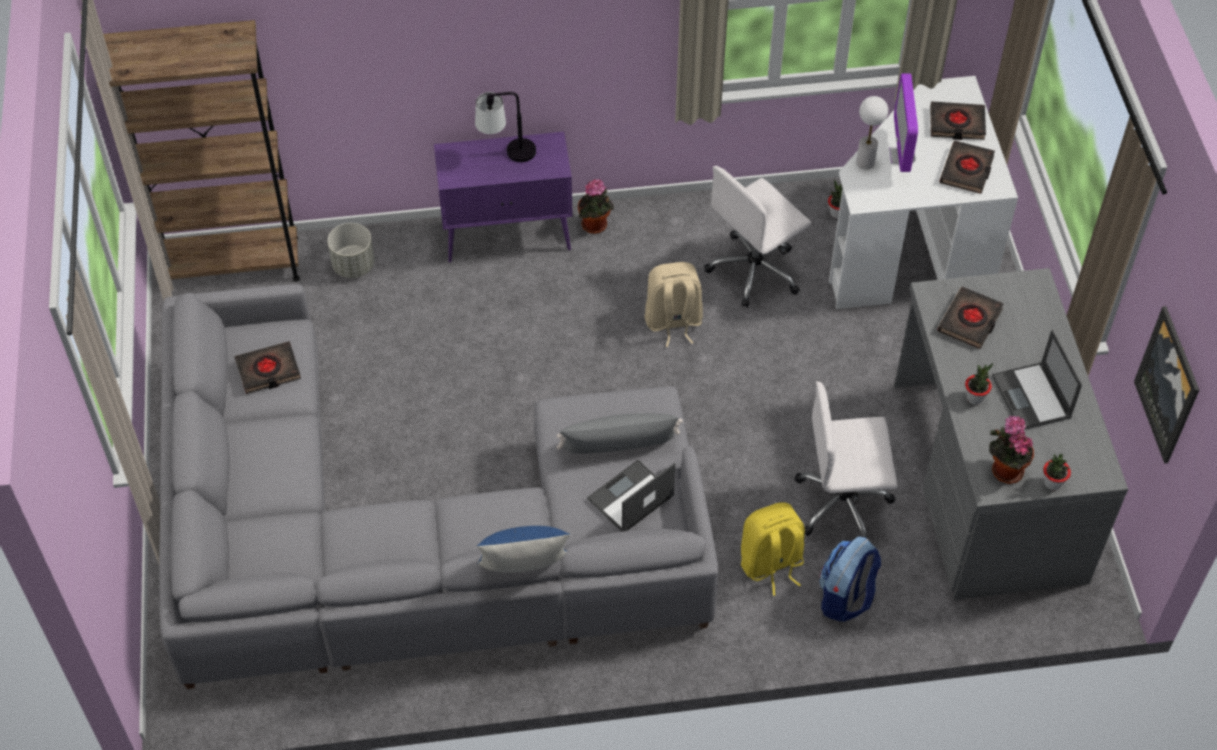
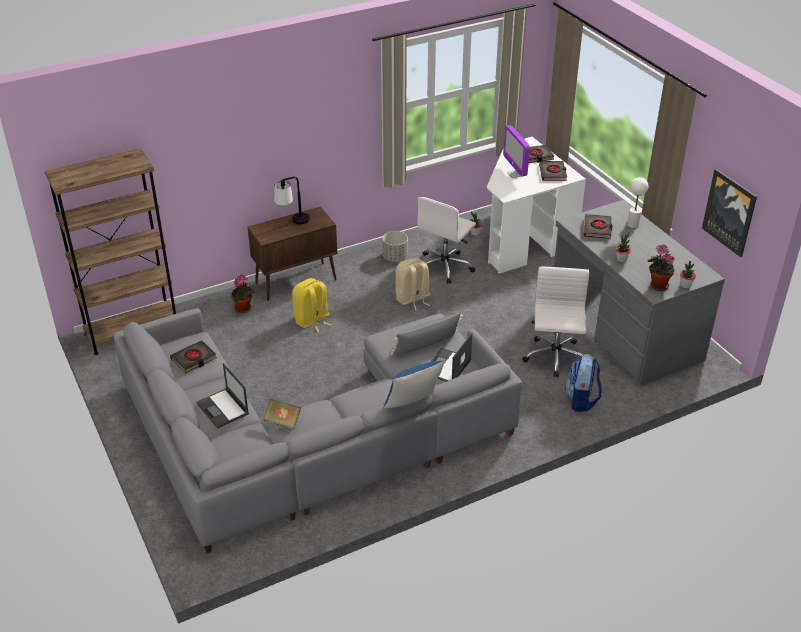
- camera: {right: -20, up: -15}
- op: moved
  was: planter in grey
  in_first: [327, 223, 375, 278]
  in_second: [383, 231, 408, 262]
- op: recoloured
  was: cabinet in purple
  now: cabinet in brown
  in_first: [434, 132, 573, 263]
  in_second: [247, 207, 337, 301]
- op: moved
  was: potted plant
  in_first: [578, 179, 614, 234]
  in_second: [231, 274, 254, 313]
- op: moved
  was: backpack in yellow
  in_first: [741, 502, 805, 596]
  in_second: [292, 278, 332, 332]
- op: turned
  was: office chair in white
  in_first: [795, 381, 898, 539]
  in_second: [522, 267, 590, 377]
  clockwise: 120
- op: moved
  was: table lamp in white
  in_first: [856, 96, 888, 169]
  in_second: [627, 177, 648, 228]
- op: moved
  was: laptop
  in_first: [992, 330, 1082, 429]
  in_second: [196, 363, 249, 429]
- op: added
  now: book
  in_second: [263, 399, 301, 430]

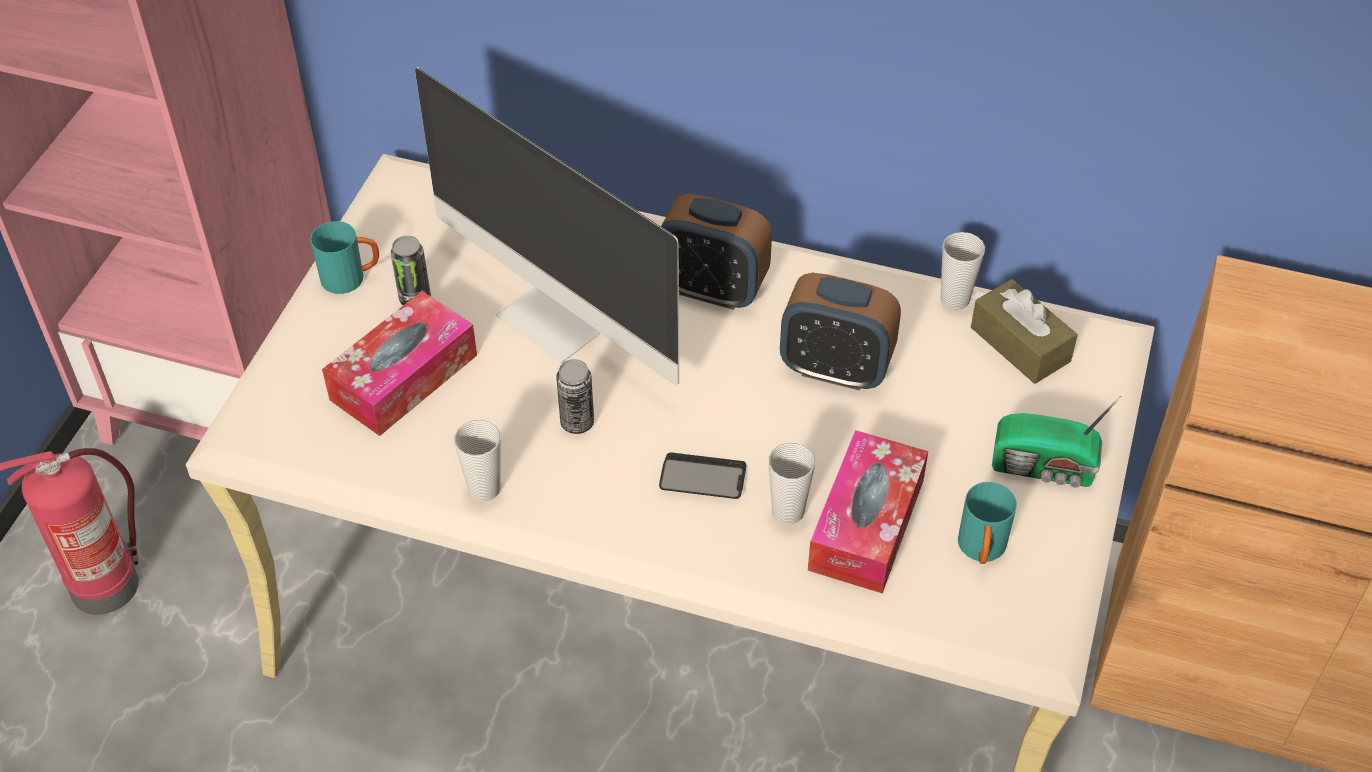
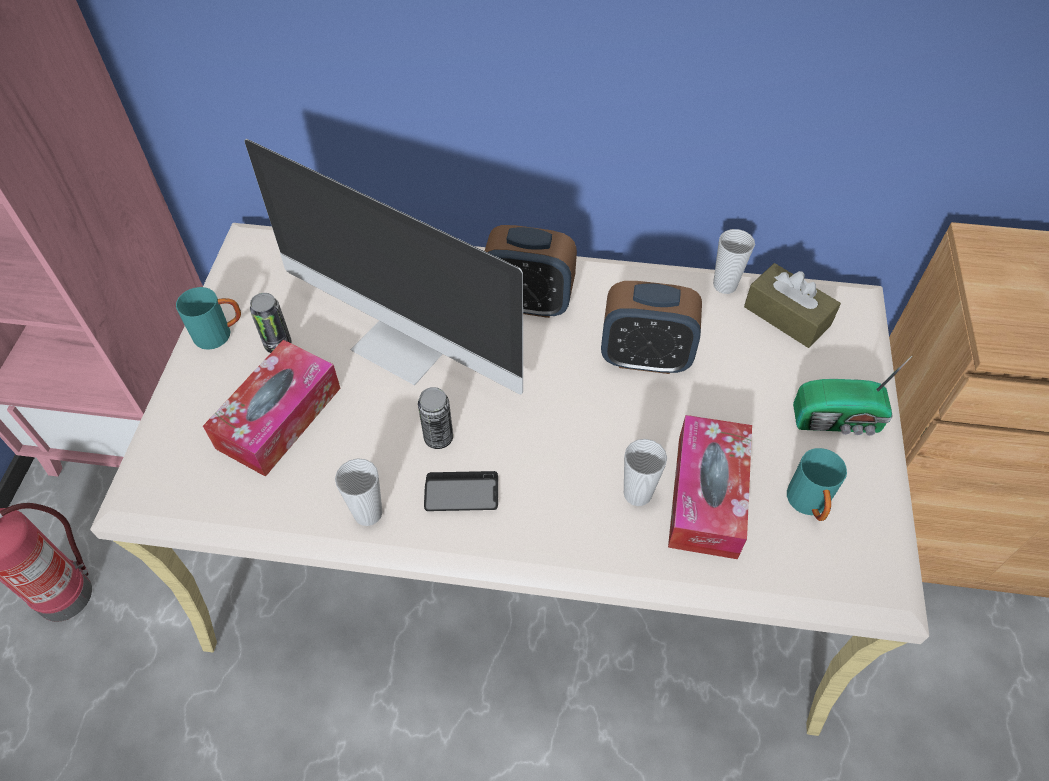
- camera: {right: -10, up: 5}
- op: moved
  was: phone
  in_first: [659, 452, 746, 499]
  in_second: [424, 471, 498, 511]

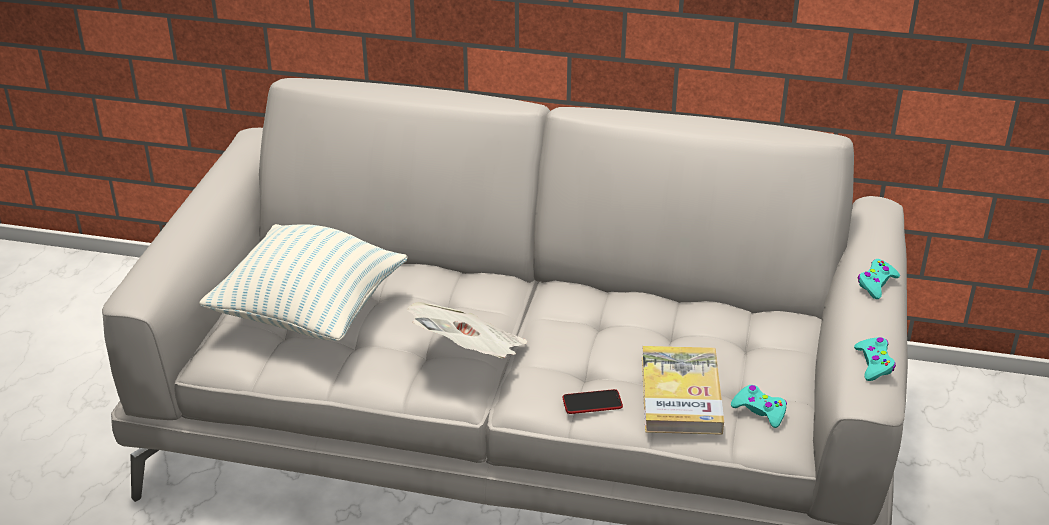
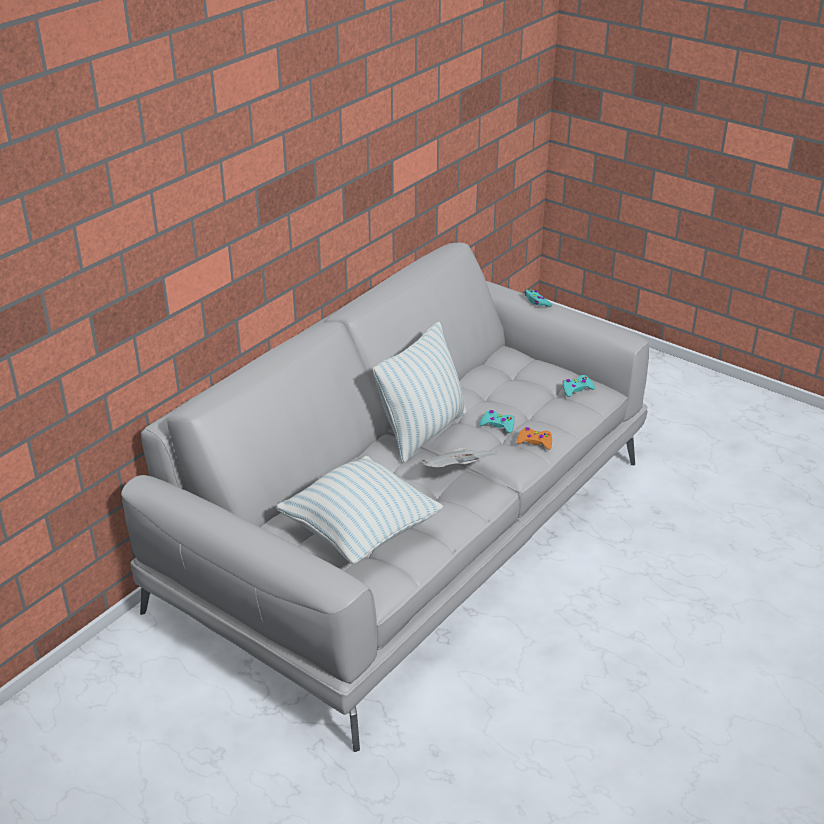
- camera: {right: -65, up: 0}
- op: replaced
  was: phone
  now: game controller in orange
  in_first: [562, 389, 623, 414]
  in_second: [517, 427, 552, 450]
- op: removed
  was: book
  in_first: [642, 346, 724, 435]
- op: moved
  was: game controller in turquoise
  in_first: [854, 337, 896, 381]
  in_second: [480, 410, 514, 433]
- op: added
  now: pillow
  in_second: [373, 322, 466, 463]

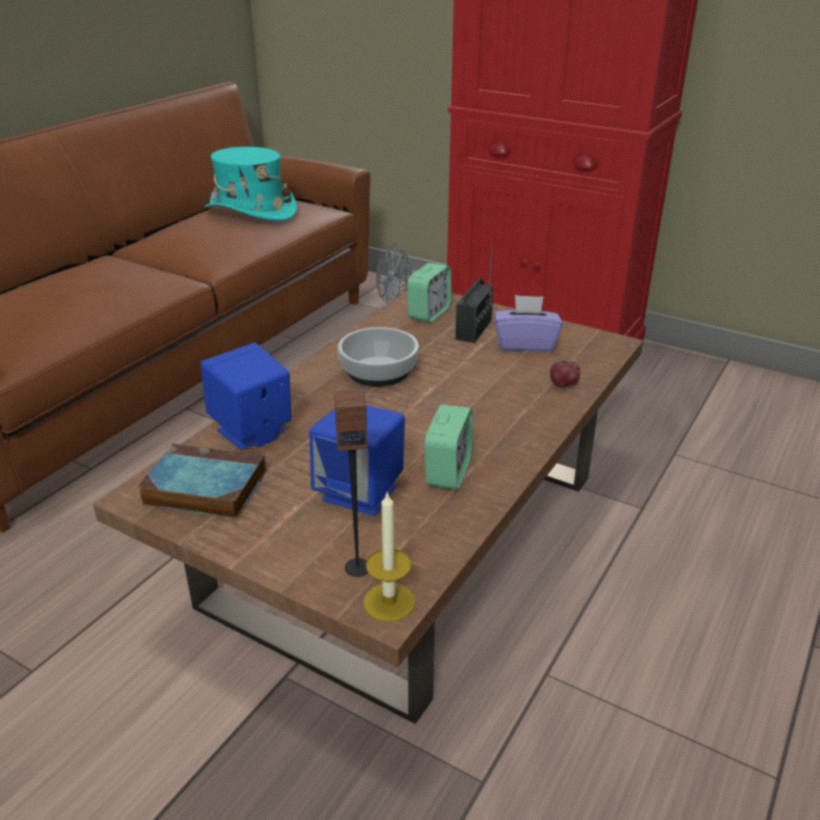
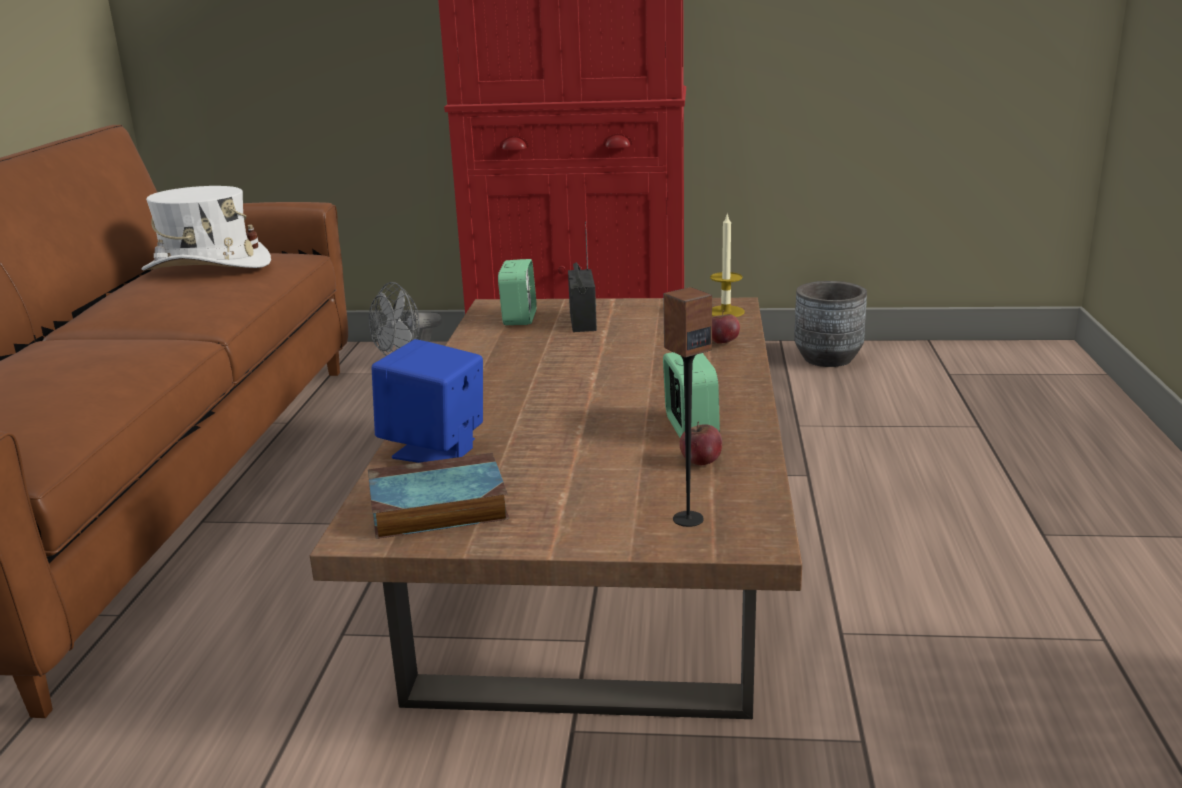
- camera: {right: -25, up: -10}
- op: recoloured
  was: hat in turquoise
  now: hat in white
  in_first: [204, 147, 297, 221]
  in_second: [141, 186, 271, 271]
- op: removed
  was: speaker in blue
  in_first: [309, 405, 405, 516]
- op: removed
  was: bowl
  in_first: [337, 327, 419, 387]
- op: moved
  was: candle
  in_first: [363, 491, 415, 622]
  in_second: [710, 214, 745, 317]
- op: removed
  was: tissue box in purple
  in_first: [495, 295, 562, 352]
- op: added
  now: apple
  in_second: [679, 422, 722, 465]
- op: added
  now: planter in grey
  in_second: [794, 281, 867, 367]

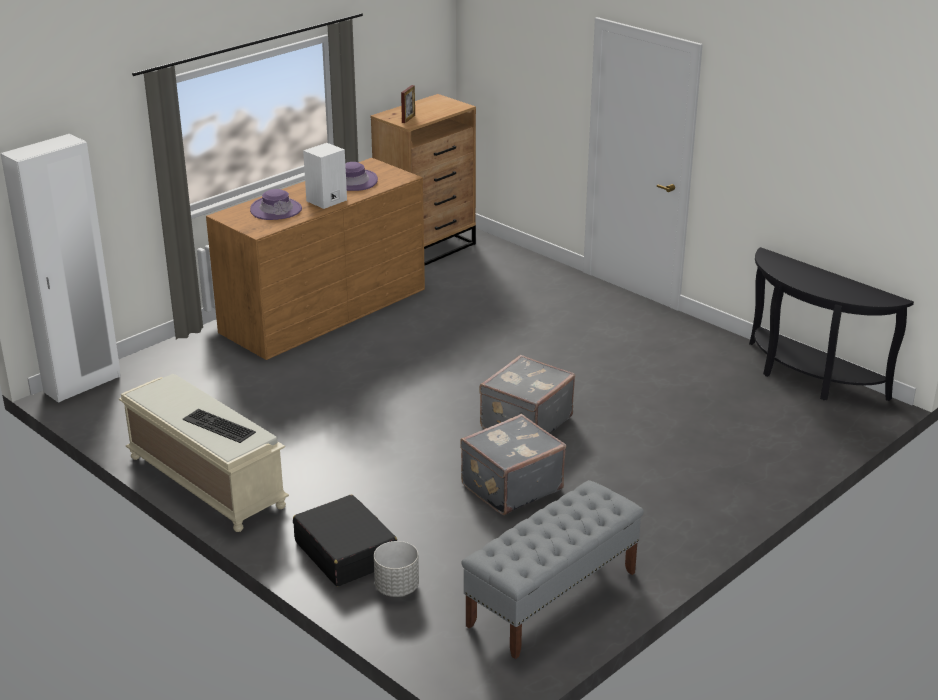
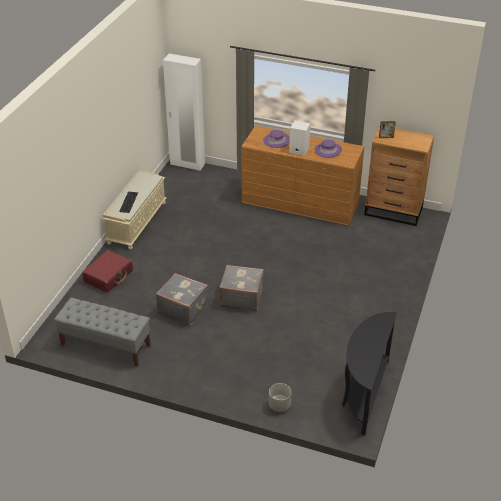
- camera: {right: 65, up: 10}
- op: recoloured
  was: suitcase in black
  now: suitcase in red
  in_first: [293, 495, 397, 586]
  in_second: [82, 250, 133, 293]
- op: moved
  was: planter in grey
  in_first: [374, 541, 419, 597]
  in_second: [269, 383, 292, 412]

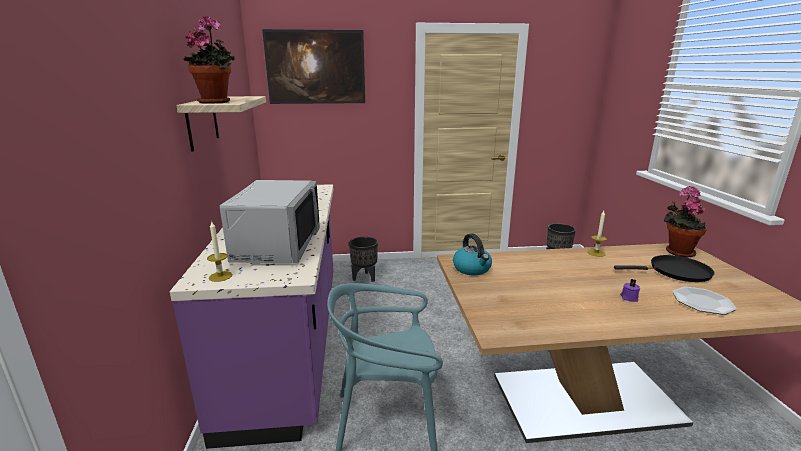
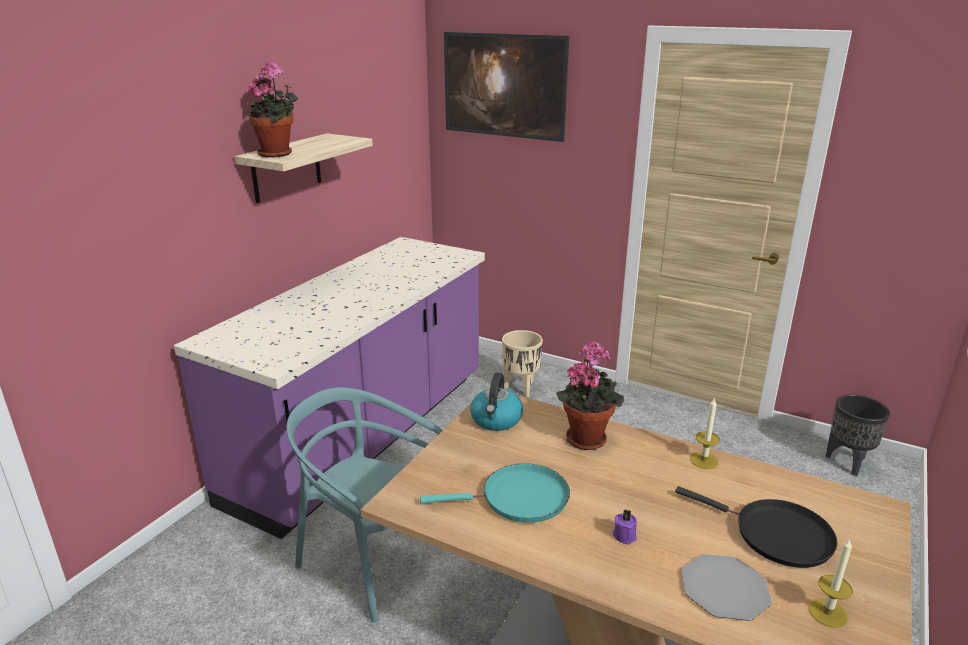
- camera: {right: 35, up: 5}
- op: moved
  was: candle
  in_first: [207, 220, 232, 282]
  in_second: [809, 537, 853, 628]
- op: removed
  was: microwave in grey
  in_first: [220, 180, 320, 263]
- op: recoloured
  was: planter in black
  now: planter in beige
  in_first: [349, 237, 378, 282]
  in_second: [502, 330, 543, 397]
- op: moved
  was: potted plant
  in_first: [664, 186, 707, 257]
  in_second: [556, 342, 624, 450]
- op: added
  now: frying pan in turquoise
  in_second: [420, 463, 570, 523]

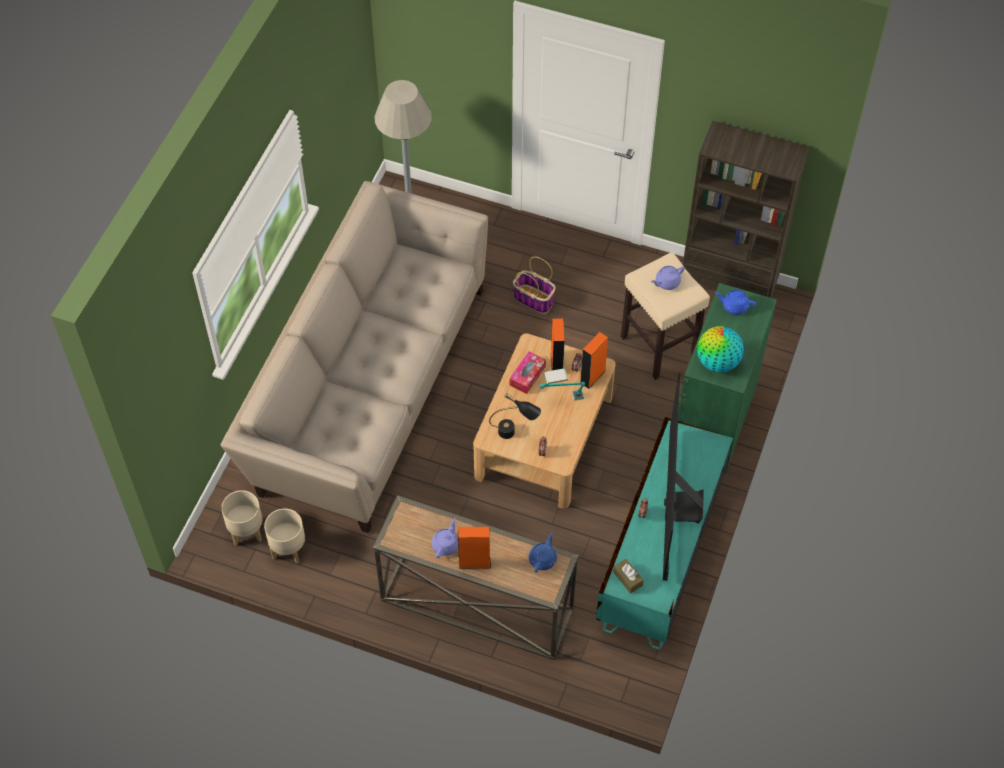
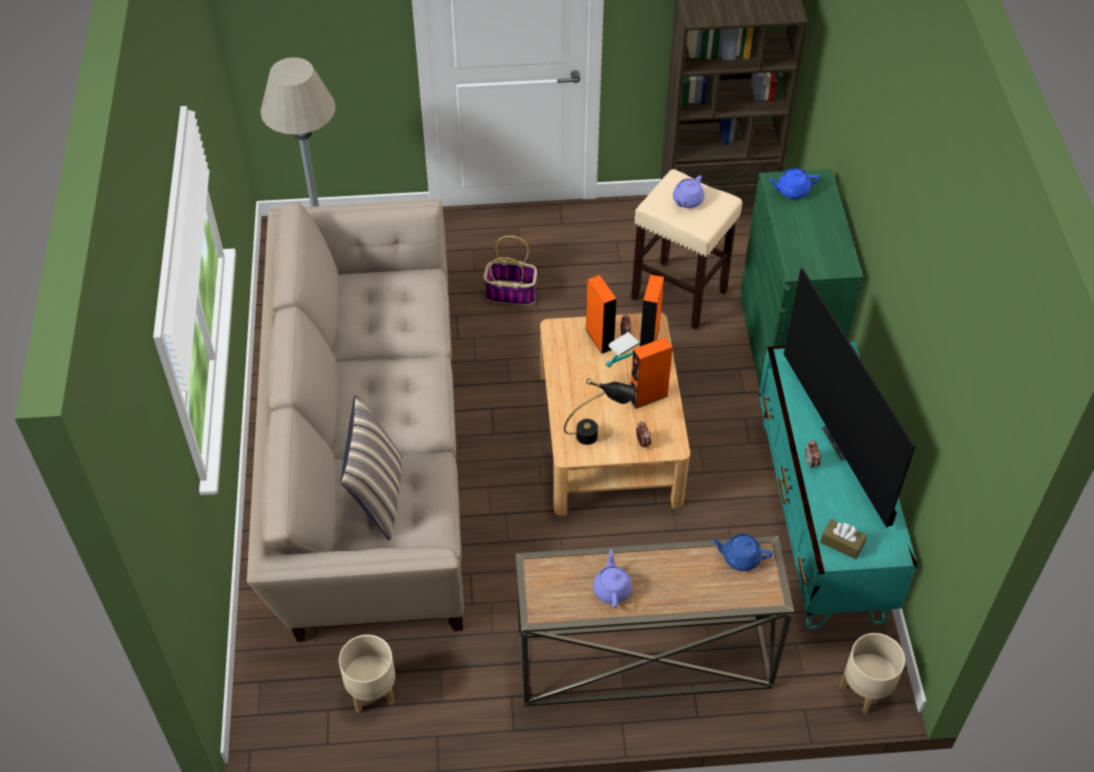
- camera: {right: -25, up: -5}
- op: moved
  was: planter in beige
  in_first: [221, 490, 262, 545]
  in_second: [840, 633, 905, 714]
- op: moved
  was: speaker in orange
  in_first: [458, 526, 491, 569]
  in_second: [630, 337, 673, 409]
- op: removed
  was: tissue box
  in_first: [510, 352, 546, 394]
- op: turned
  was: teapot in blue
  in_first: [529, 532, 557, 573]
  in_second: [711, 534, 772, 571]
  clockwise: -75
- op: removed
  was: globe
  in_first: [697, 326, 744, 373]
- op: added
  now: pillow
  in_second: [340, 394, 402, 540]

